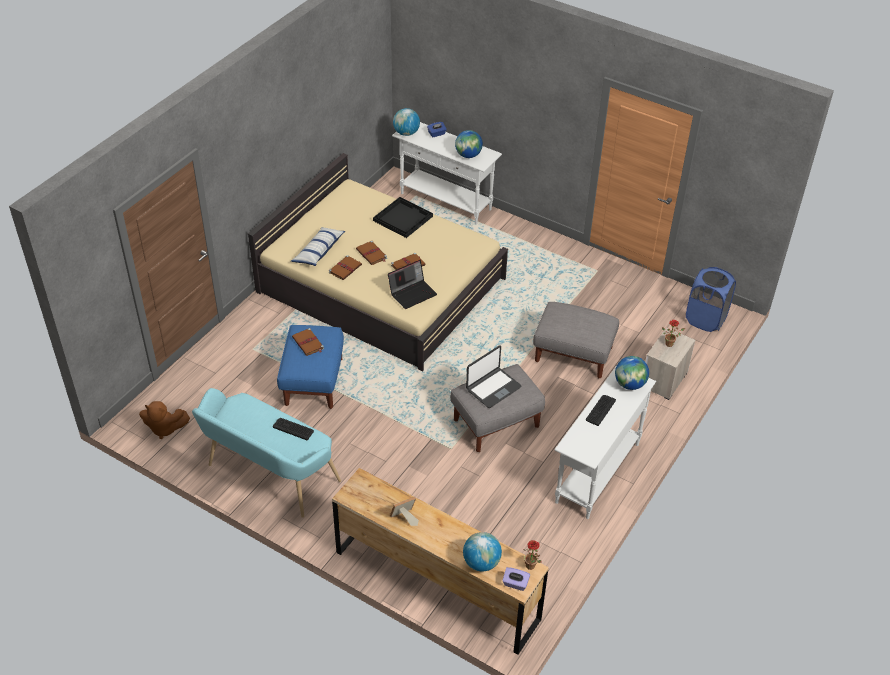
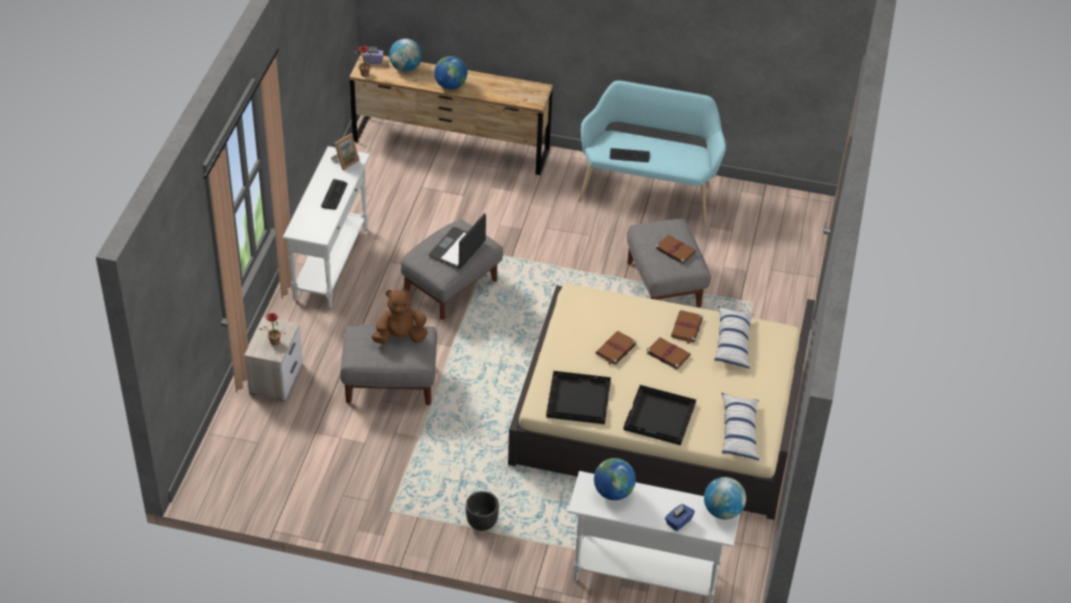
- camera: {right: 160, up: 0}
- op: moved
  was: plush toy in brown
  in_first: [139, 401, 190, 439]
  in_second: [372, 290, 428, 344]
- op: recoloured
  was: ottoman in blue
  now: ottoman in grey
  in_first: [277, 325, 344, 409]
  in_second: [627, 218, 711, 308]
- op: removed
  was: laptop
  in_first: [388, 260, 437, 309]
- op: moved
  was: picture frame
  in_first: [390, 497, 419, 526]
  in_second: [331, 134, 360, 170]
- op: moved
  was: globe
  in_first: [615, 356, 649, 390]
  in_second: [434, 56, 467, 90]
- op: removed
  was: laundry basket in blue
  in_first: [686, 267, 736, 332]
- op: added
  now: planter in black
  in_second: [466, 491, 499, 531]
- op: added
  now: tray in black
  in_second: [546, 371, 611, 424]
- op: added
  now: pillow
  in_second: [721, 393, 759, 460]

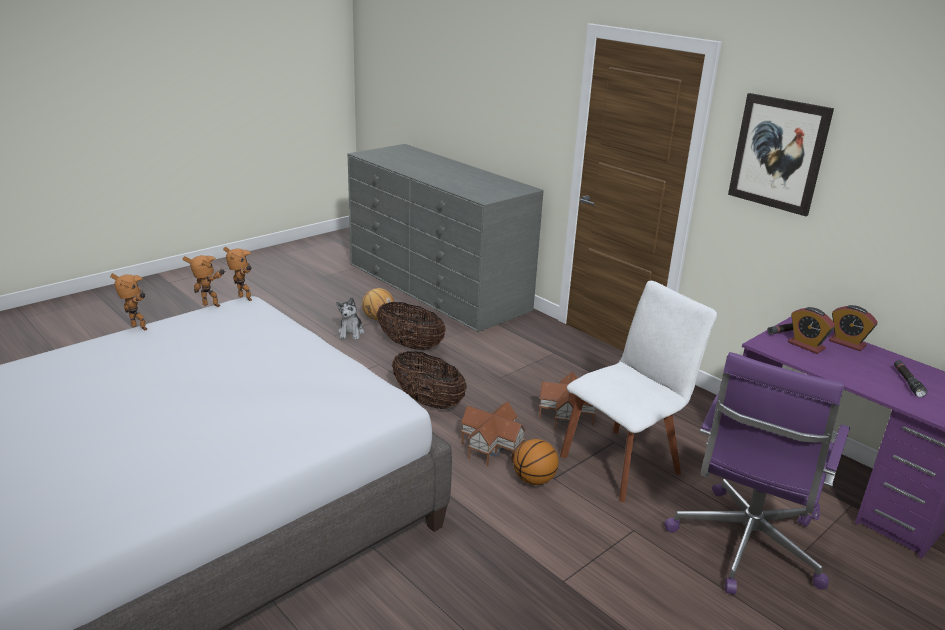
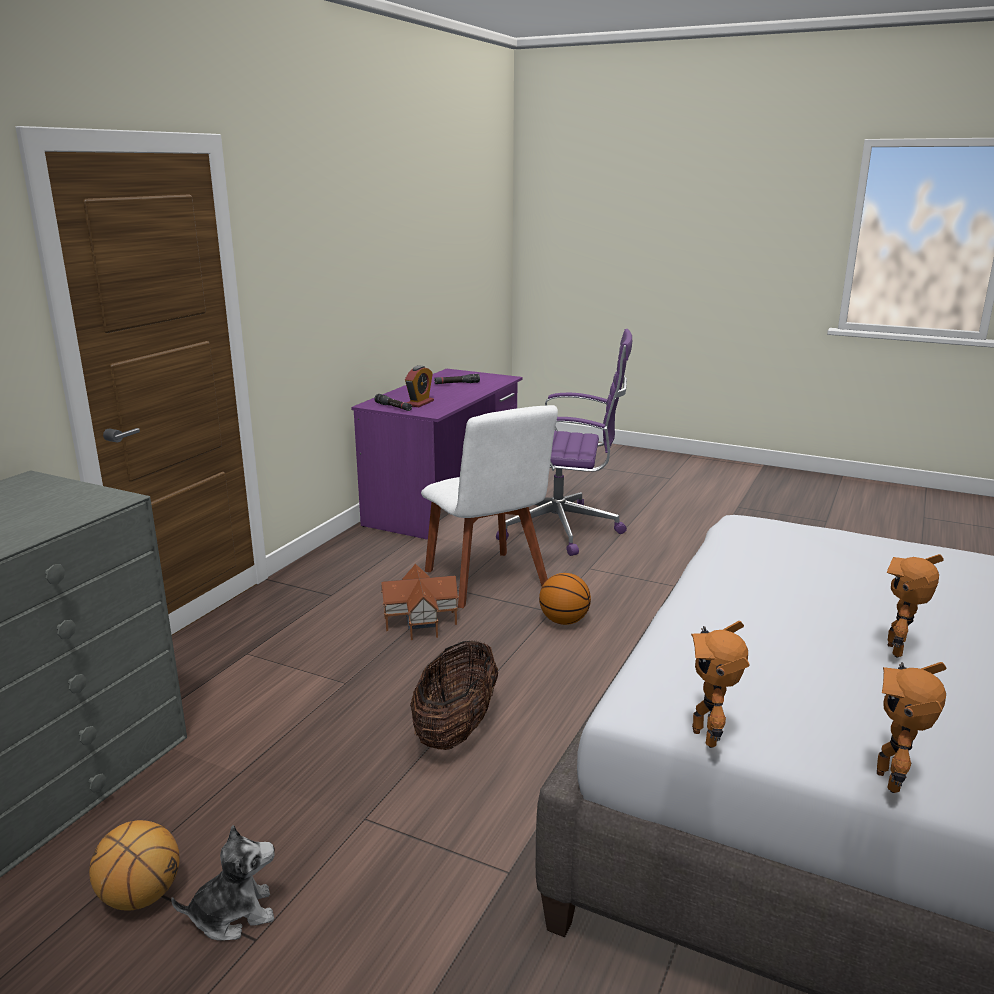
- camera: {right: -110, up: -5}
- op: moved
  was: toy robot
  in_first: [223, 247, 252, 301]
  in_second: [886, 554, 944, 658]
- op: removed
  was: basket
  in_first: [377, 302, 446, 350]
- op: removed
  was: toy house
  in_first: [461, 401, 526, 466]
- op: turned
  was: chair in white
  in_first: [560, 281, 717, 502]
  in_second: [421, 405, 558, 608]
  clockwise: -150
- op: removed
  was: picture
  in_first: [728, 93, 834, 216]
- op: removed
  was: alarm clock
  in_first: [829, 305, 877, 351]

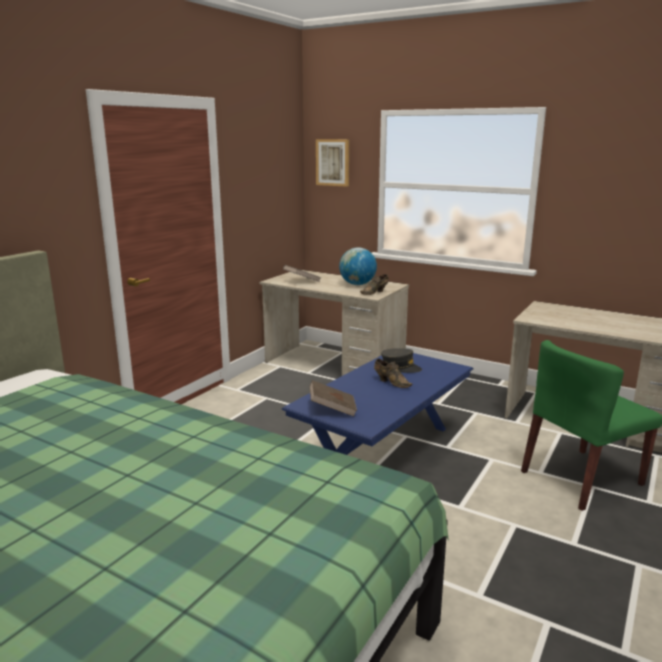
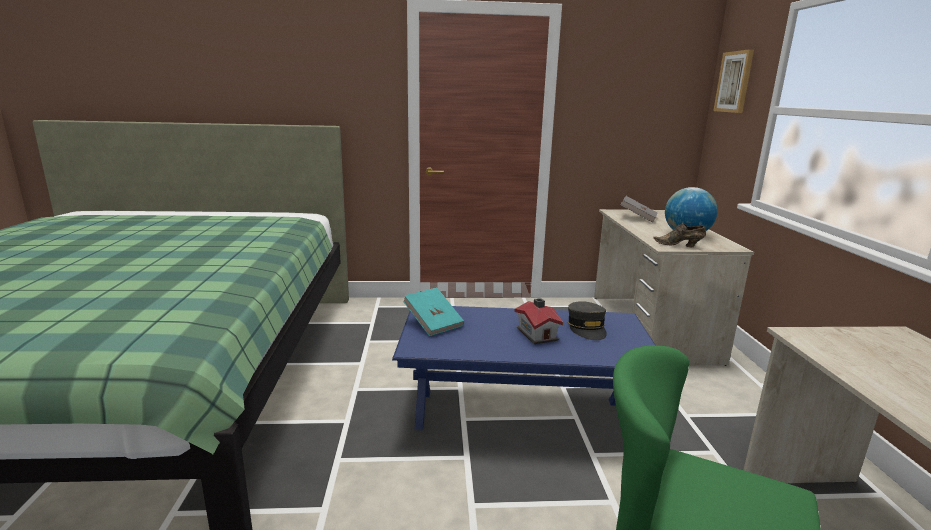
- camera: {right: 55, up: 0}
- op: recoloured
  was: book in brown
  now: book in turquoise
  in_first: [309, 380, 357, 416]
  in_second: [403, 288, 464, 337]
- op: replaced
  was: shoe in brown
  now: toy house
  in_first: [374, 359, 412, 388]
  in_second: [515, 298, 563, 344]

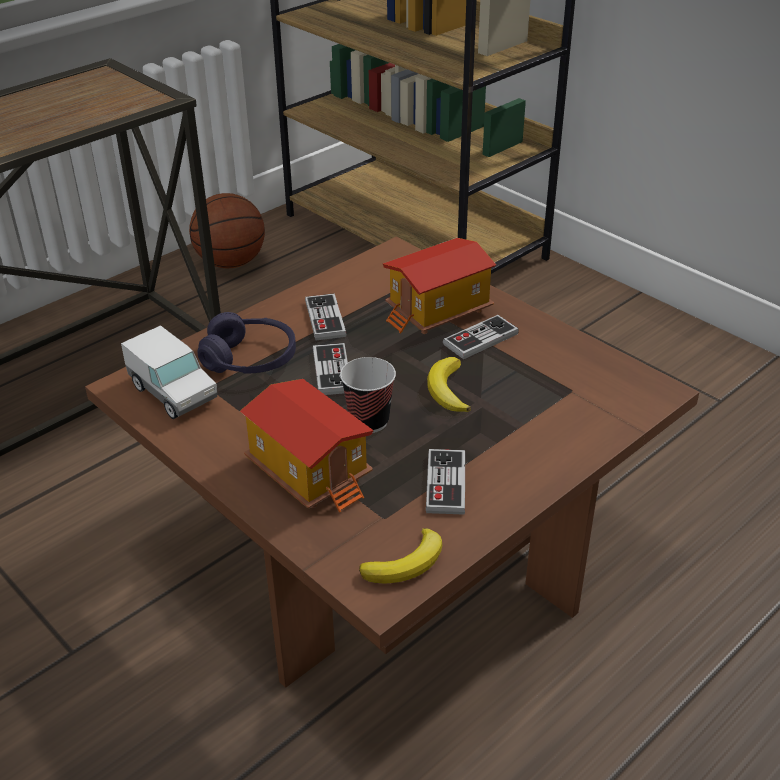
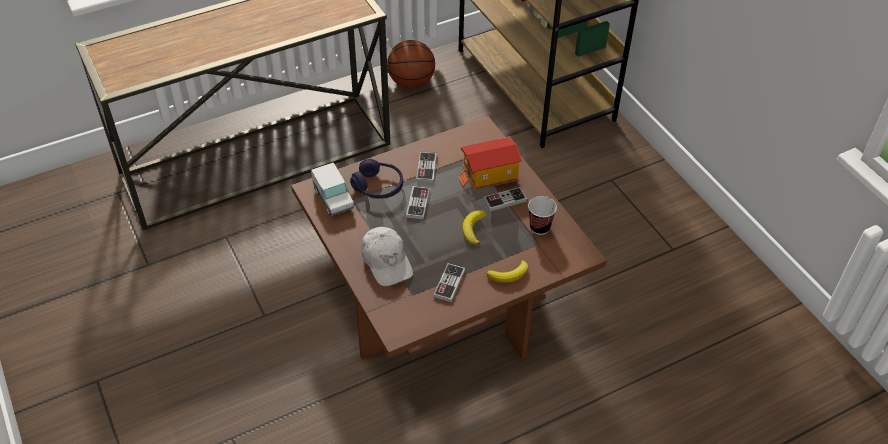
- camera: {right: 15, up: 10}
- op: replaced
  was: toy house
  now: cap in white
  in_first: [240, 379, 374, 512]
  in_second: [362, 227, 413, 286]
- op: moved
  was: cup
  in_first: [340, 357, 396, 433]
  in_second: [528, 196, 557, 235]
- op: moved
  was: banana
  in_first: [359, 528, 442, 584]
  in_second: [487, 260, 528, 283]

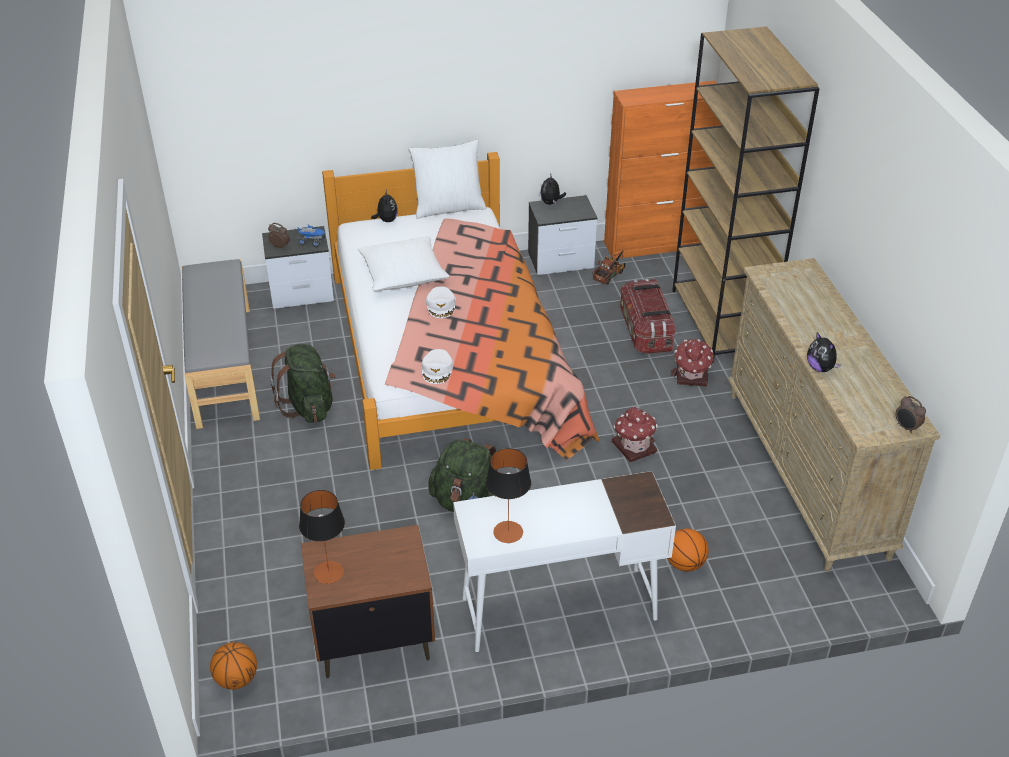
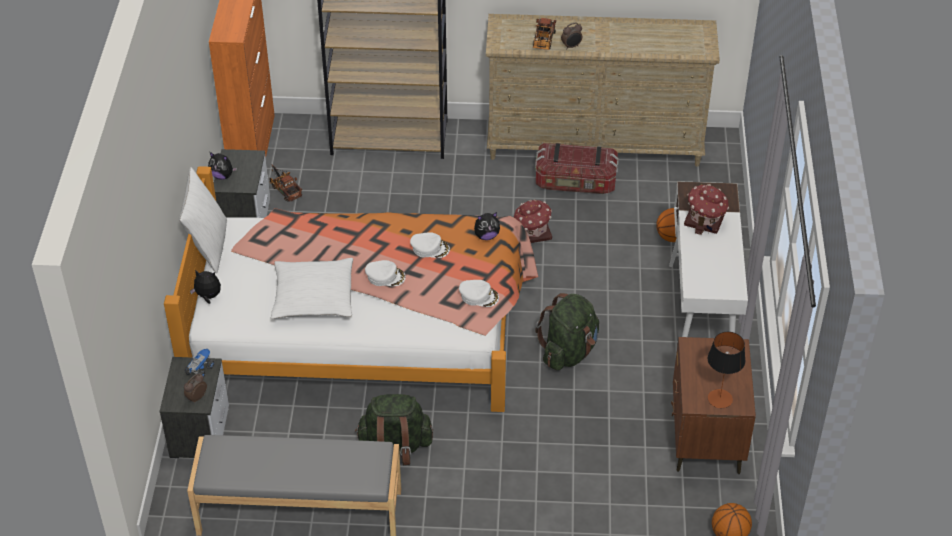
- camera: {right: -75, up: 5}
- op: removed
  was: table lamp
  in_first: [486, 448, 531, 543]
- op: moved
  was: storage box
  in_first: [620, 279, 675, 354]
  in_second: [535, 143, 619, 194]
- op: moved
  was: toy house
  in_first: [671, 339, 714, 386]
  in_second: [684, 184, 729, 235]
- op: moved
  was: plush toy
  in_first: [807, 332, 841, 372]
  in_second: [474, 212, 500, 240]
- op: moved
  was: alarm clock
  in_first: [895, 396, 926, 434]
  in_second: [561, 23, 582, 49]
- op: added
  now: cap in white
  in_second: [410, 232, 450, 258]
- op: added
  now: toy truck
  in_second: [533, 18, 556, 50]

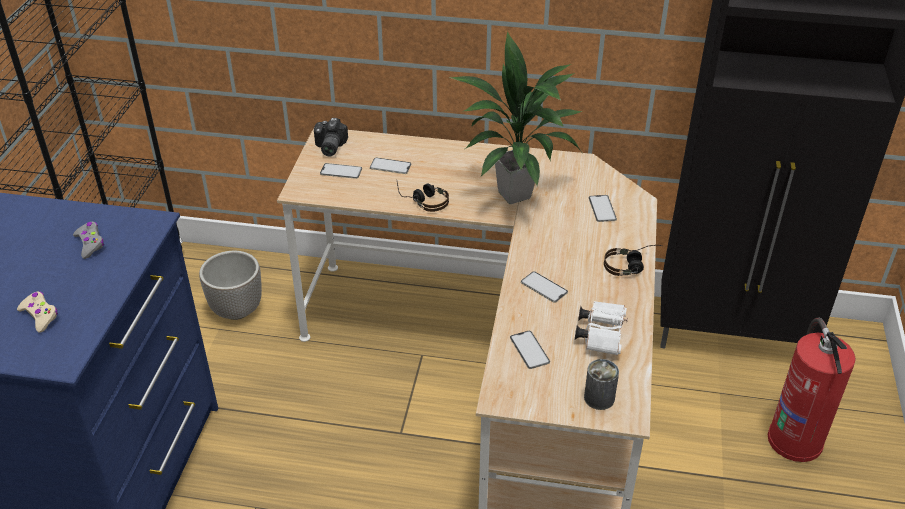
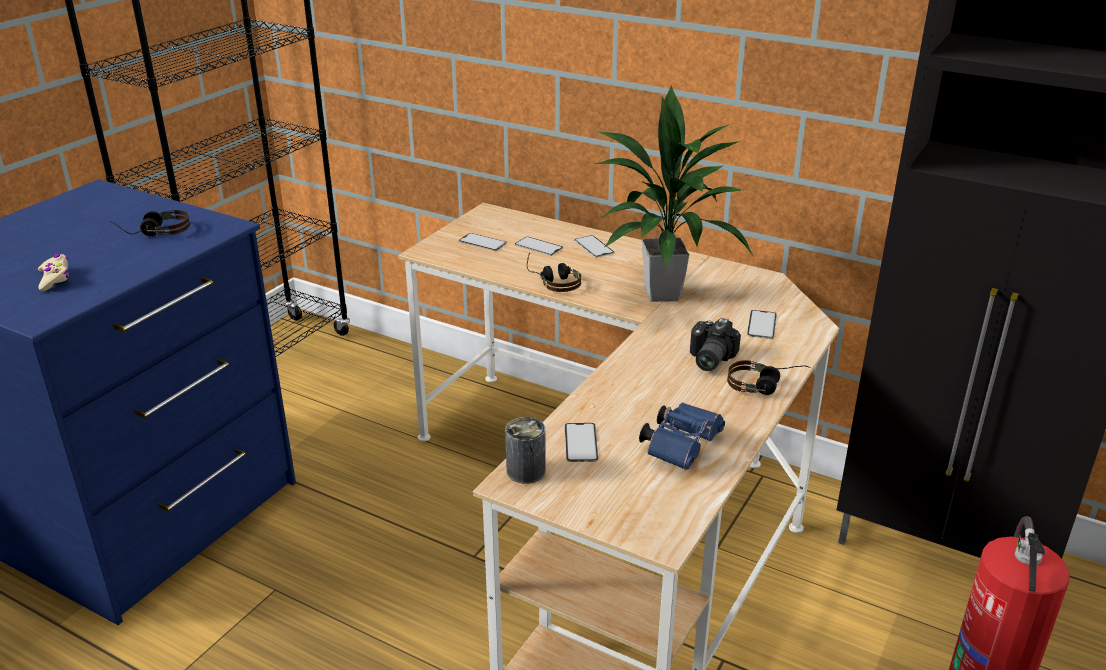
- camera: {right: 20, up: -10}
- op: replaced
  was: game controller in grey
  now: headphones
  in_first: [73, 222, 104, 259]
  in_second: [110, 210, 190, 236]
- op: removed
  was: planter
  in_first: [199, 251, 262, 320]
- op: moved
  was: photo camera
  in_first: [314, 118, 348, 157]
  in_second: [690, 318, 741, 371]
- op: moved
  was: phone
  in_first: [521, 271, 568, 303]
  in_second: [574, 235, 614, 258]
- op: recoloured
  was: binoculars in white
  now: binoculars in blue
  in_first: [575, 301, 628, 355]
  in_second: [639, 402, 725, 470]
- op: moved
  was: can
  in_first: [584, 359, 619, 410]
  in_second: [505, 417, 546, 483]

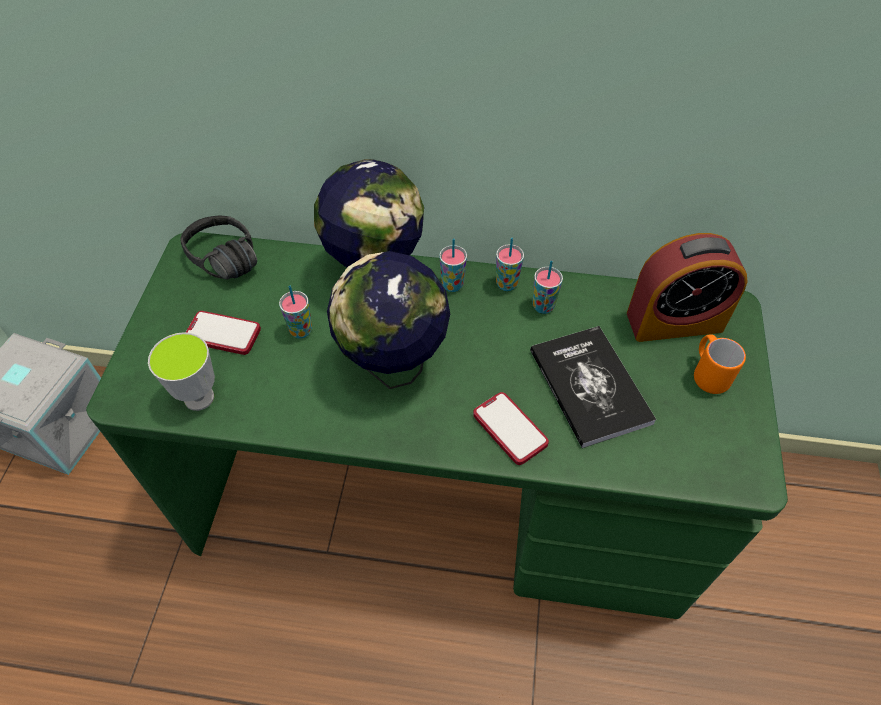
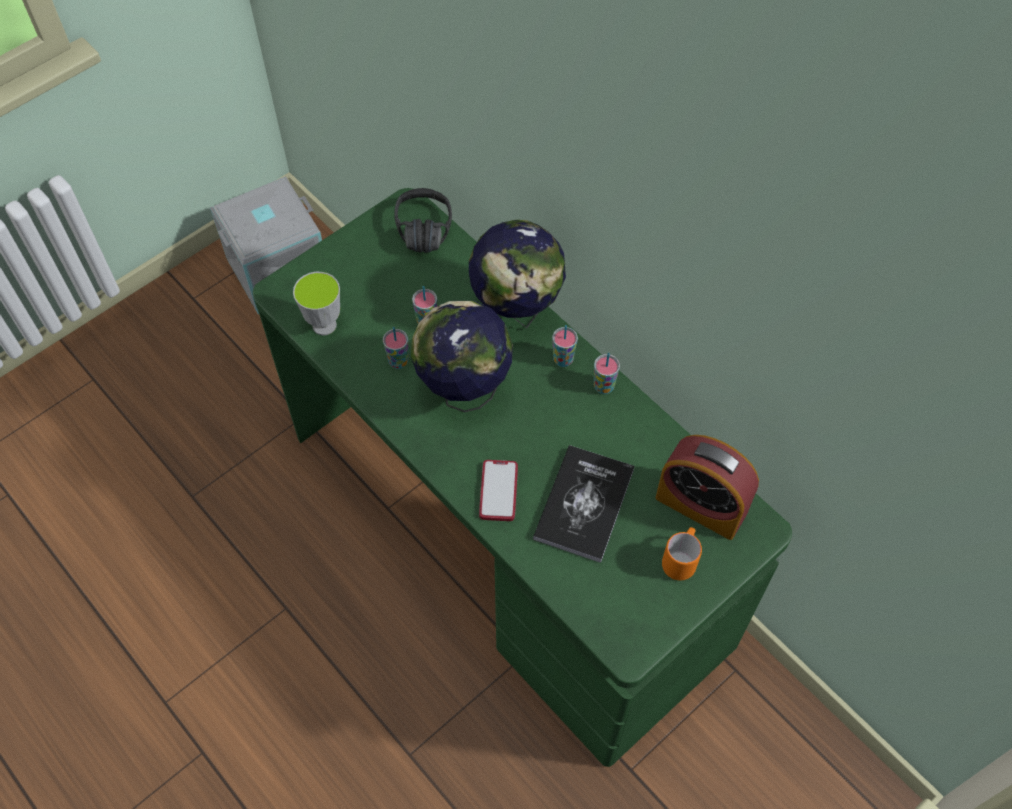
- camera: {right: 40, up: 5}
- op: removed
  was: phone
  in_first: [186, 311, 261, 355]
- op: moved
  was: cup
  in_first: [532, 260, 563, 314]
  in_second: [383, 327, 409, 369]

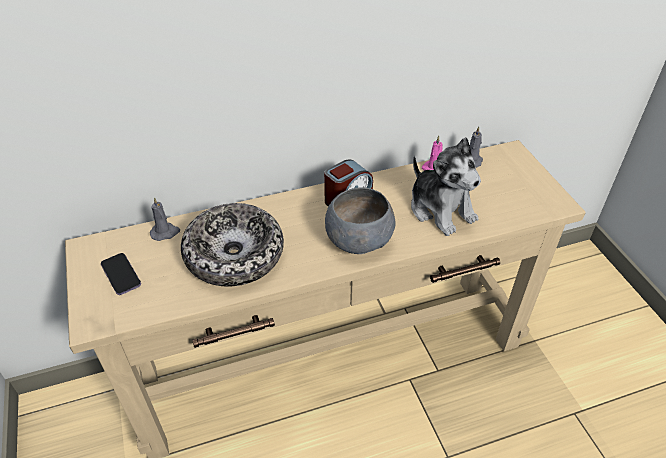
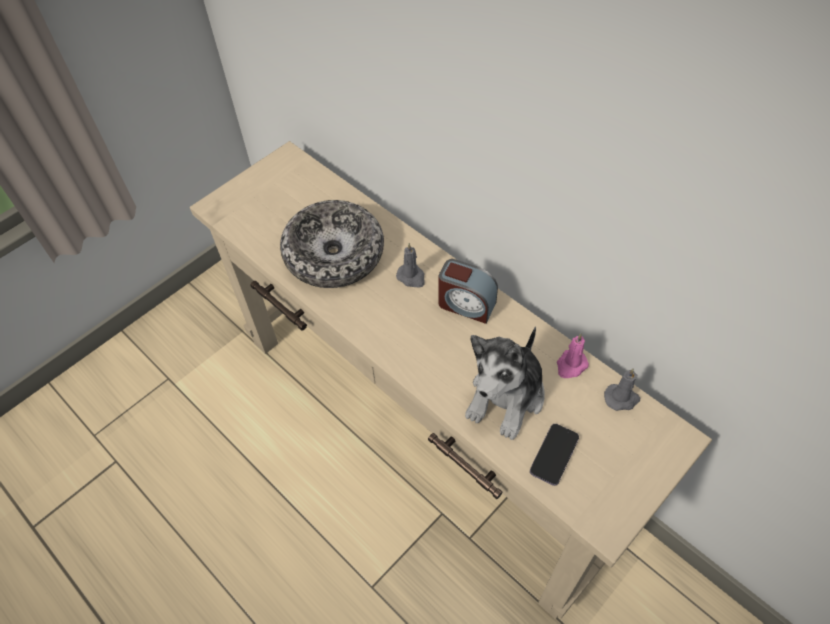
- camera: {right: 65, up: 10}
- op: moved
  was: phone
  in_first: [101, 253, 141, 295]
  in_second: [530, 424, 579, 486]
- op: moved
  was: candle in grey
  in_first: [150, 197, 180, 241]
  in_second: [396, 243, 425, 288]
- op: removed
  was: bowl in grey
  in_first: [325, 187, 396, 254]

